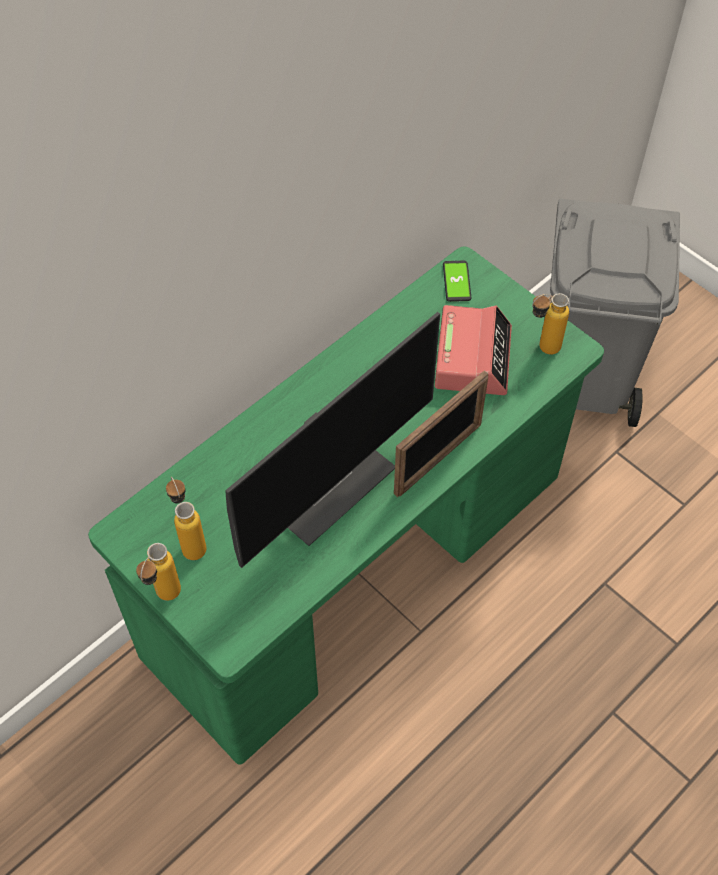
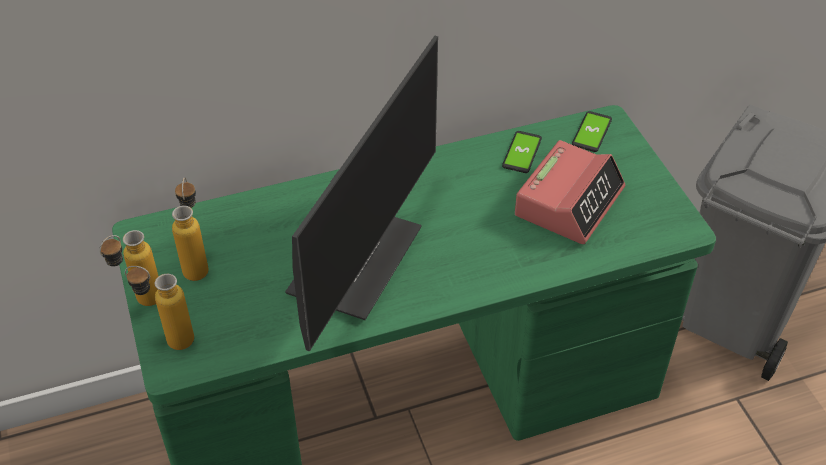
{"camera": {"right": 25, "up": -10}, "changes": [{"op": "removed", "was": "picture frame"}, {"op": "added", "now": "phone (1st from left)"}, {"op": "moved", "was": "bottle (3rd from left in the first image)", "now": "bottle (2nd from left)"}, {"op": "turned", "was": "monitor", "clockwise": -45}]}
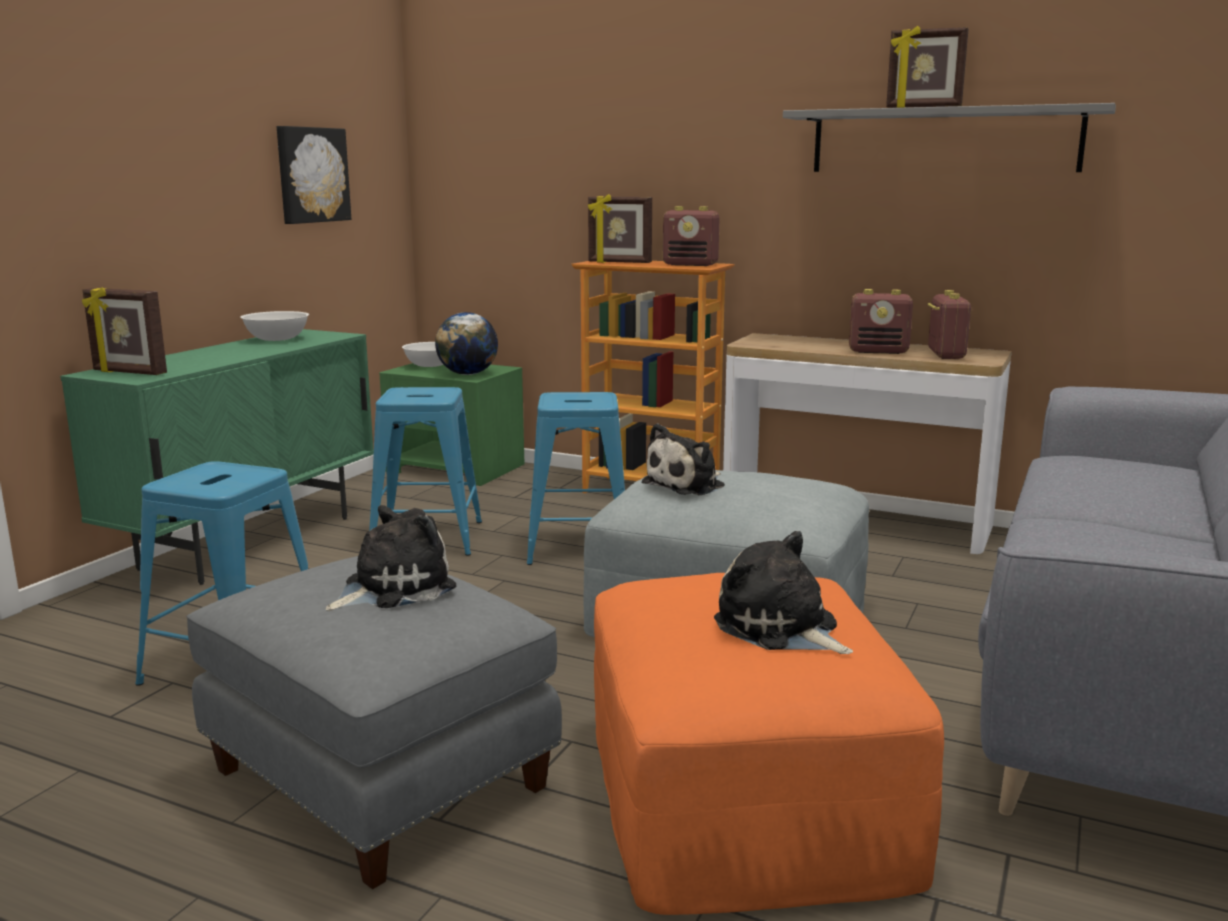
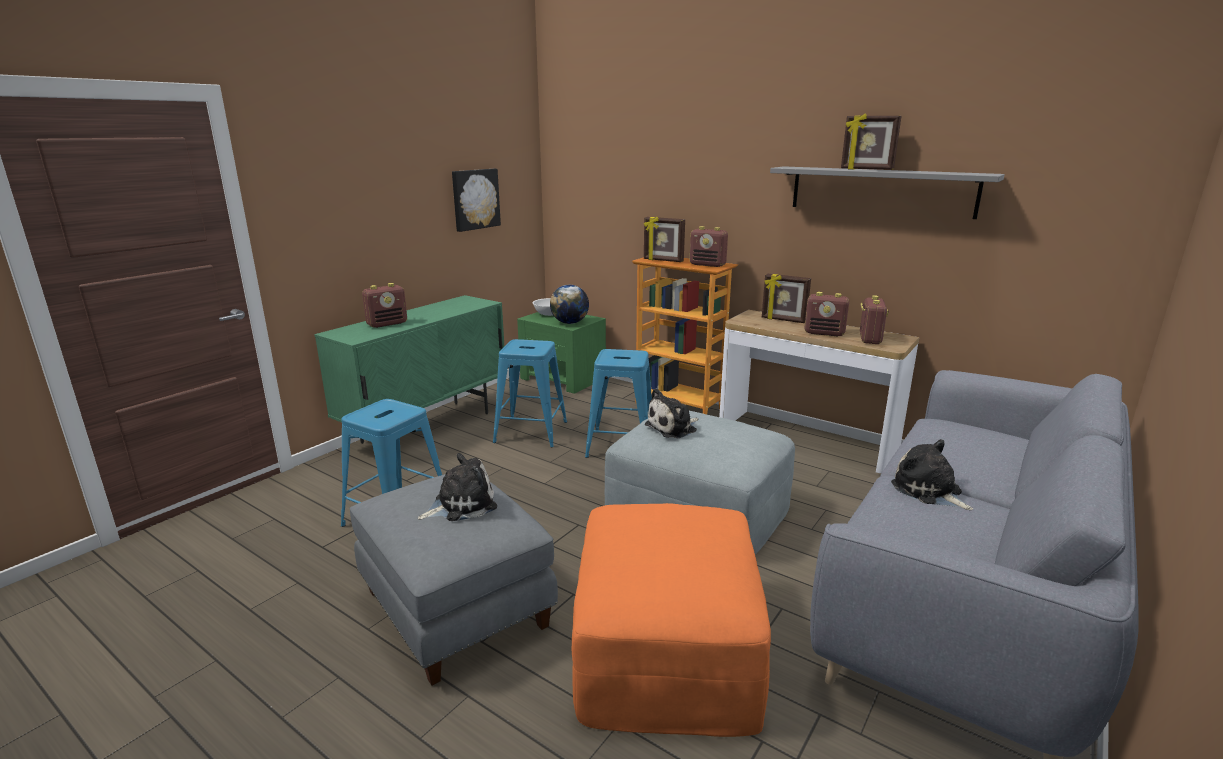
{"camera": {"right": 10, "up": 5}, "changes": [{"op": "removed", "was": "white bowl (1st from left)"}, {"op": "added", "now": "radio (1st from left)"}, {"op": "moved", "was": "picture frame (1st from left in the first image)", "now": "picture frame (2nd from left)"}, {"op": "moved", "was": "plush toy (3rd from left)"}]}
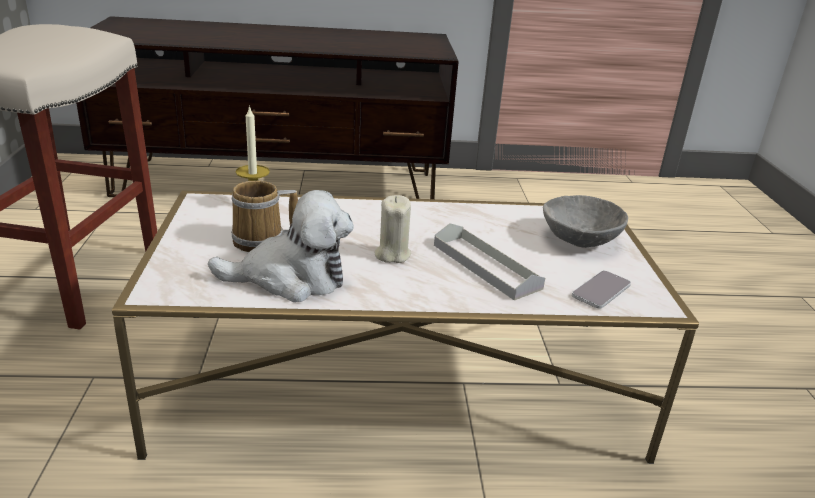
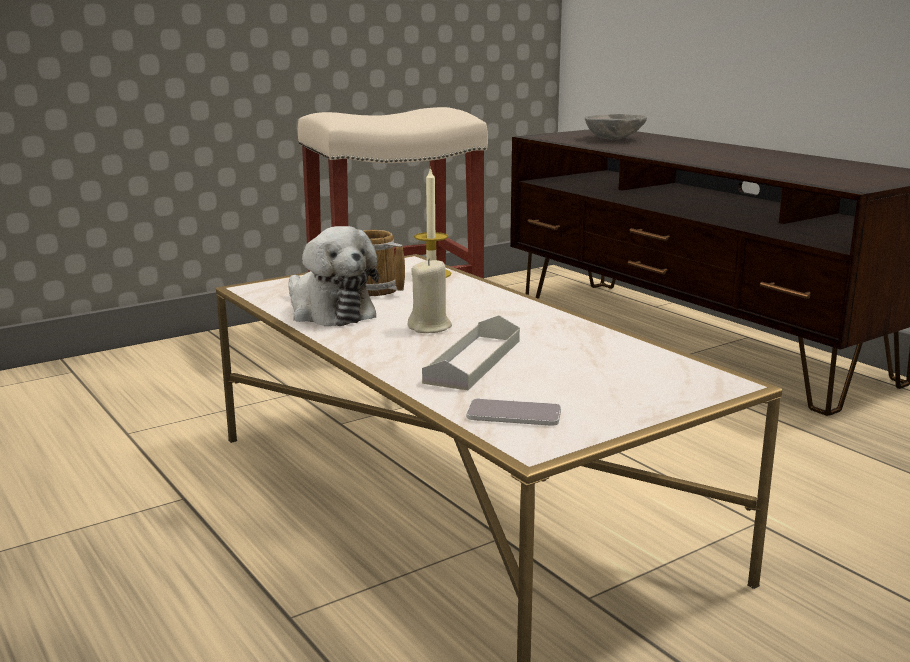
{"camera": {"right": 60, "up": -10}, "changes": [{"op": "moved", "was": "grey bowl"}]}
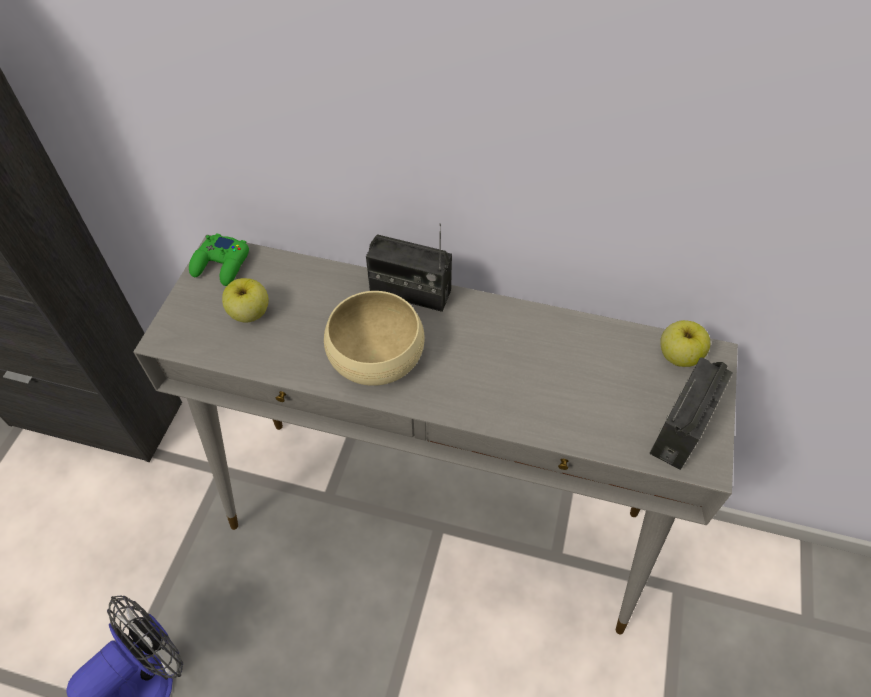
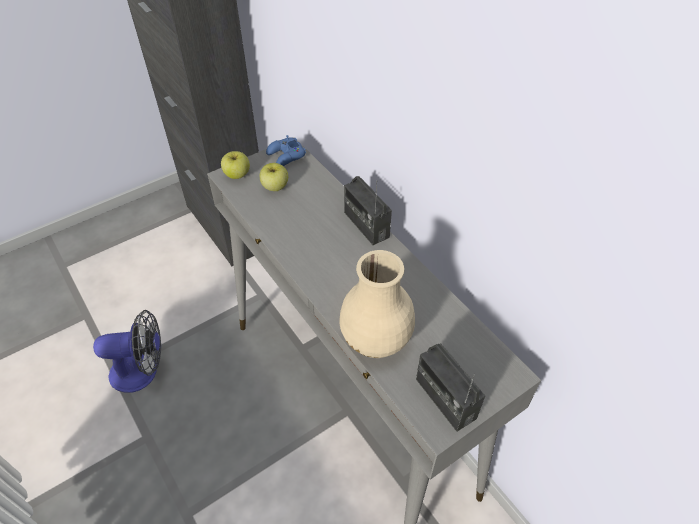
{"camera": {"right": 40, "up": -5}, "changes": [{"op": "removed", "was": "beige bowl"}, {"op": "added", "now": "beige vase"}, {"op": "moved", "was": "apple (2nd from left in the first image)", "now": "apple (1st from left)"}, {"op": "recoloured", "was": "green game controller", "now": "blue game controller"}, {"op": "turned", "was": "radio (2nd from left)", "clockwise": -105}]}
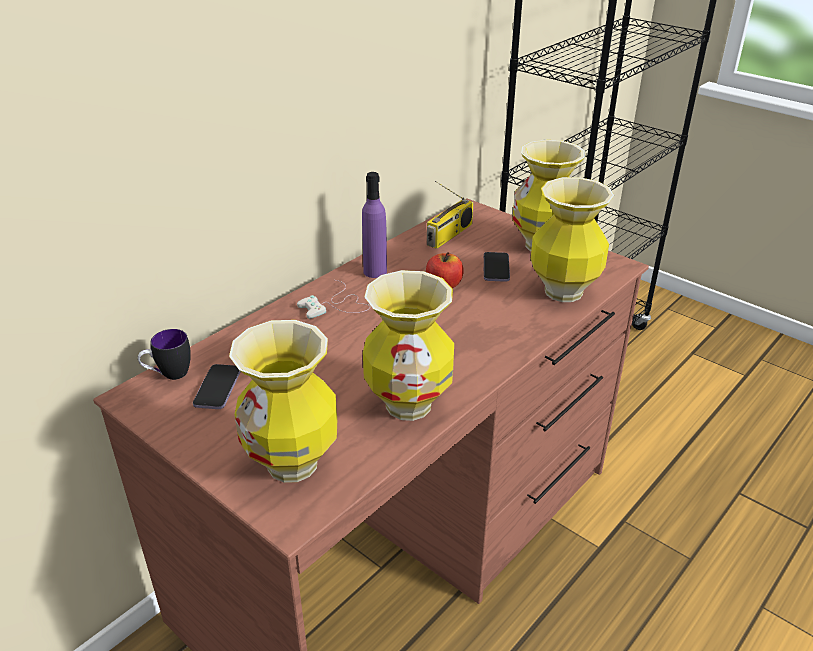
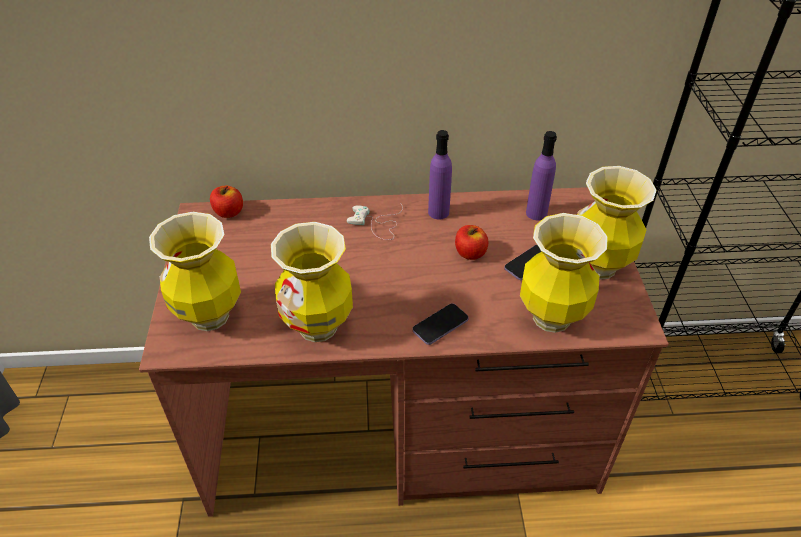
{"camera": {"right": 45, "up": 10}, "changes": [{"op": "moved", "was": "phone (1st from left)"}, {"op": "replaced", "was": "mug", "now": "apple (1st from left)"}, {"op": "replaced", "was": "radio", "now": "purple bottle (2nd from left)"}]}
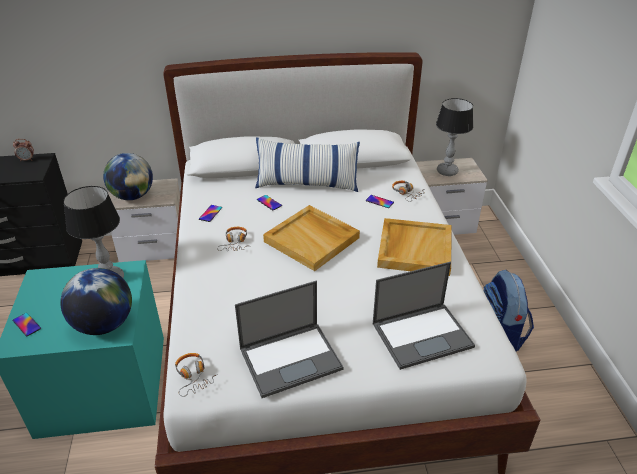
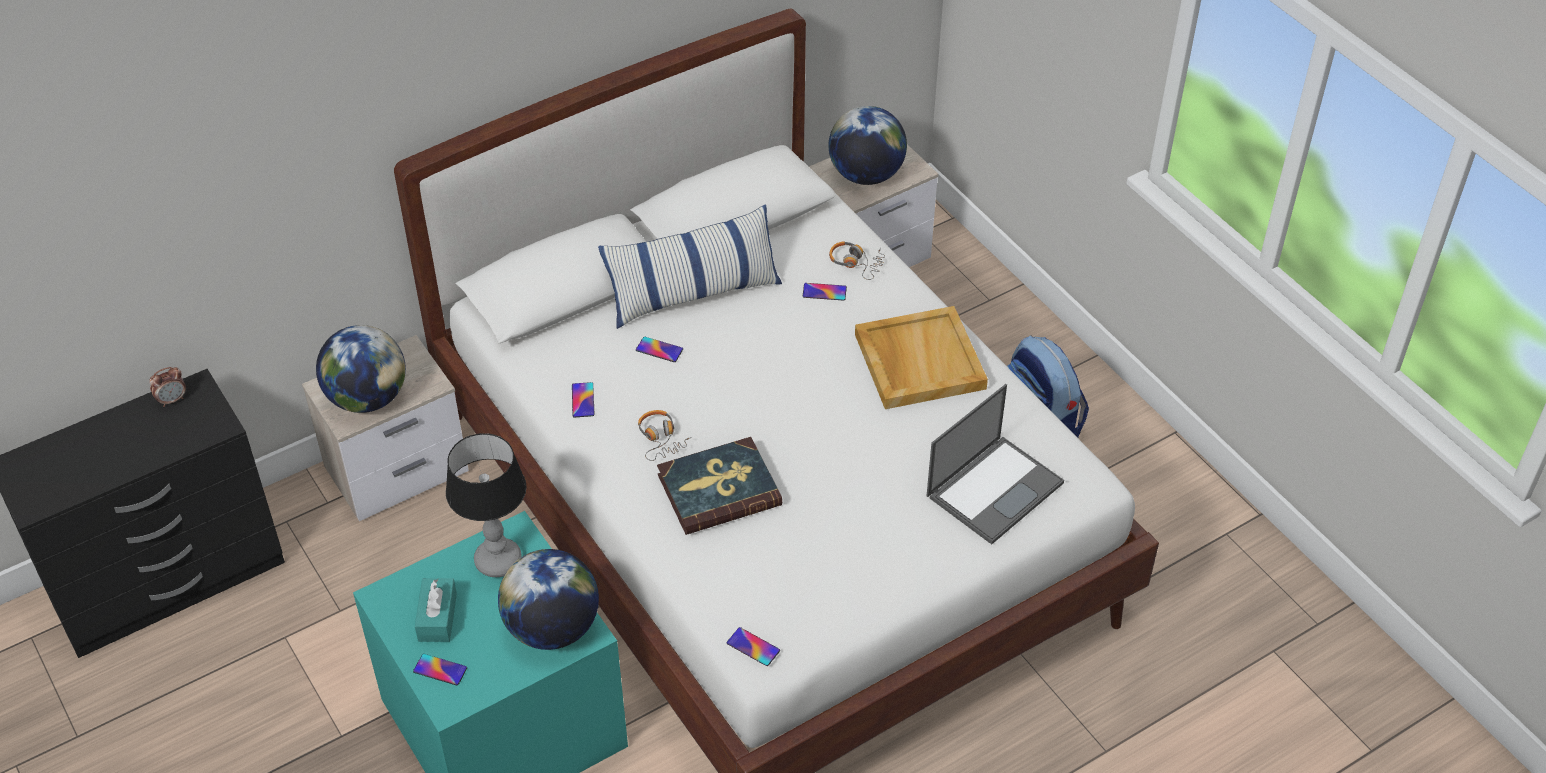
{"camera": {"right": -25, "up": 10}, "changes": [{"op": "removed", "was": "laptop (1st from left)"}, {"op": "removed", "was": "beige tray (1st from left)"}, {"op": "added", "now": "turquoise tissue box"}, {"op": "added", "now": "book"}, {"op": "replaced", "was": "headphones (1st from left)", "now": "phone (4th from left)"}, {"op": "replaced", "was": "table lamp (2nd from left)", "now": "globe (3rd from left)"}]}
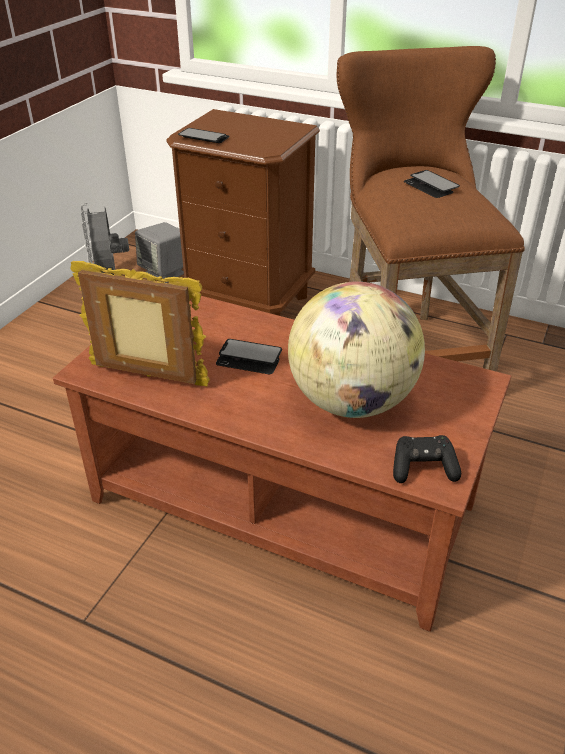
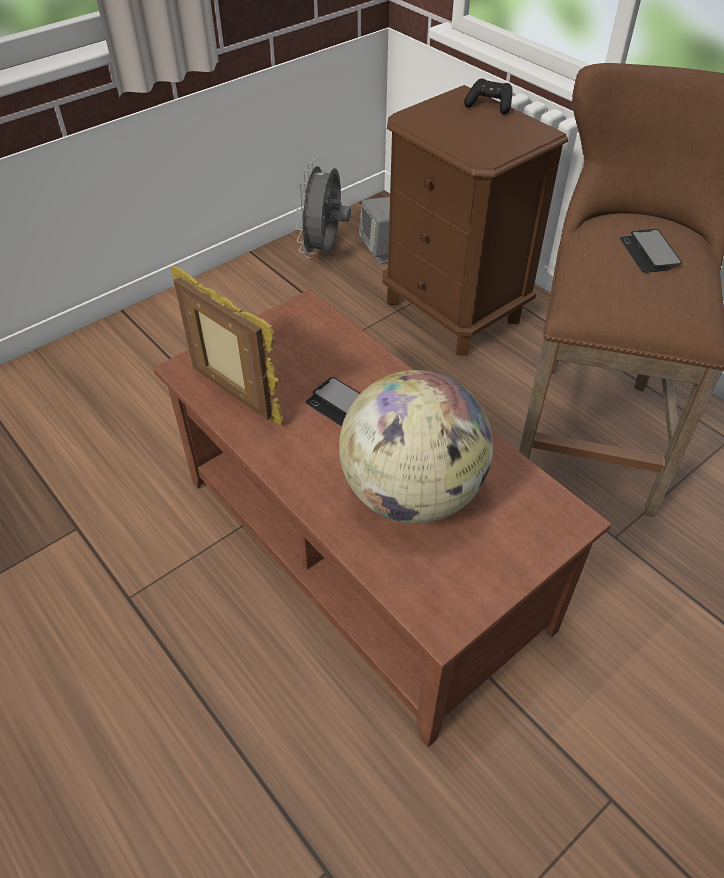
{"camera": {"right": 25, "up": 10}, "changes": [{"op": "removed", "was": "phone (1st from left)"}, {"op": "moved", "was": "black game controller"}]}
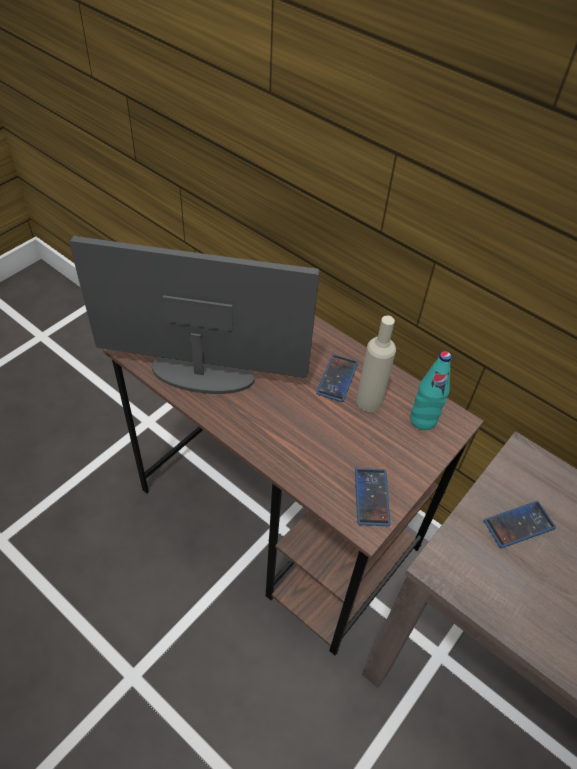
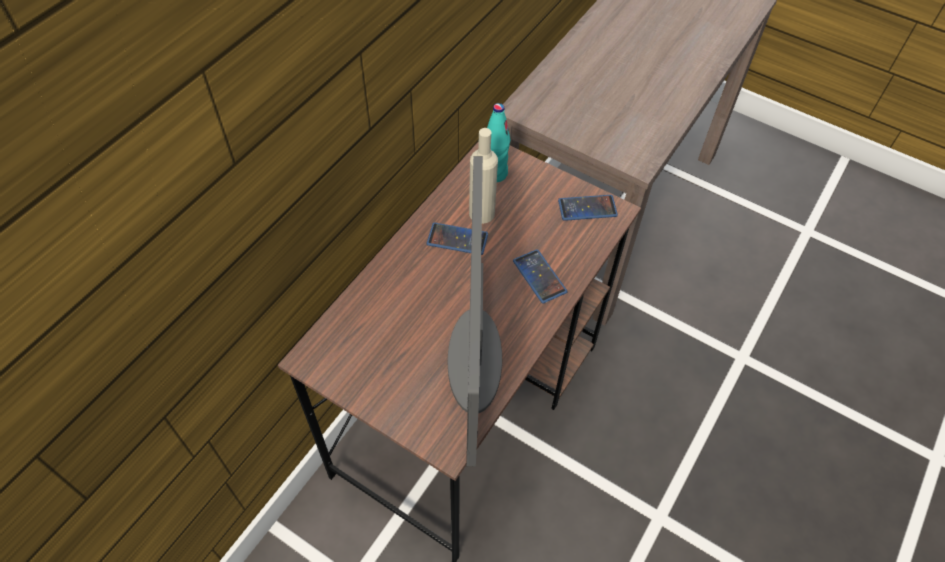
{"camera": {"right": -95, "up": 5}, "changes": [{"op": "moved", "was": "phone (3rd from left in the first image)", "now": "phone (2nd from left)"}]}
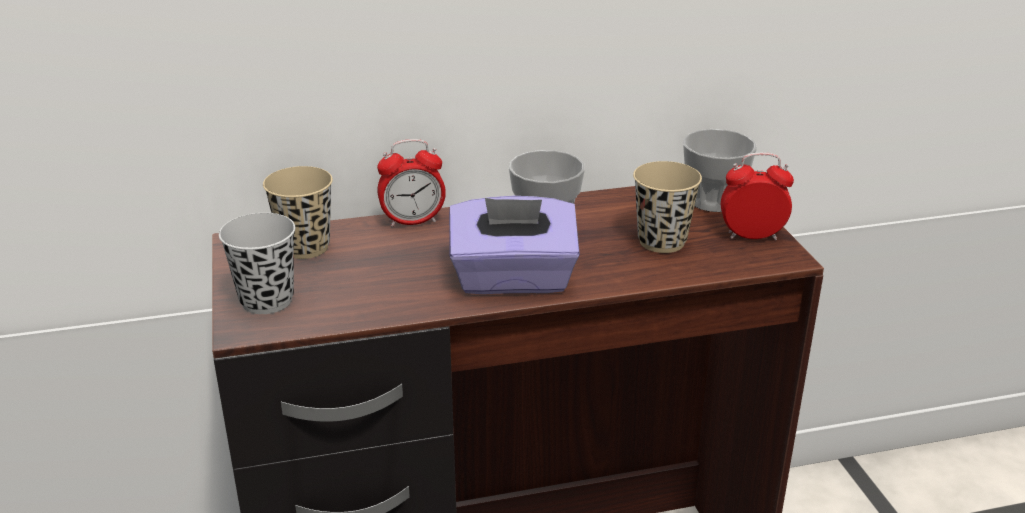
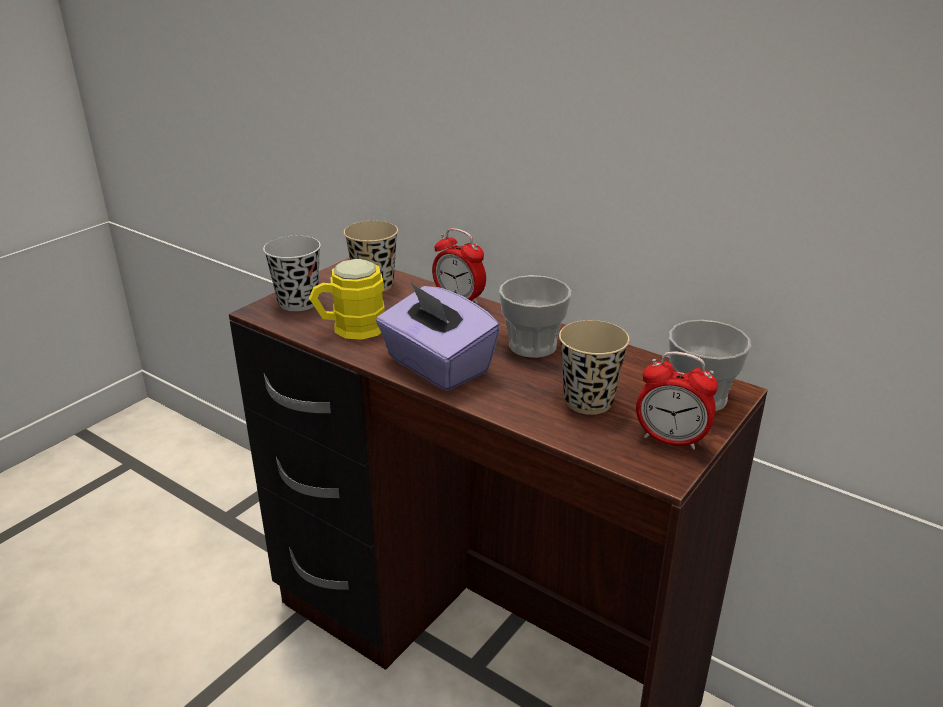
{"camera": {"right": 50, "up": 0}, "changes": [{"op": "added", "now": "yellow mug"}, {"op": "turned", "was": "alarm clock (2nd from left)", "clockwise": 150}]}
